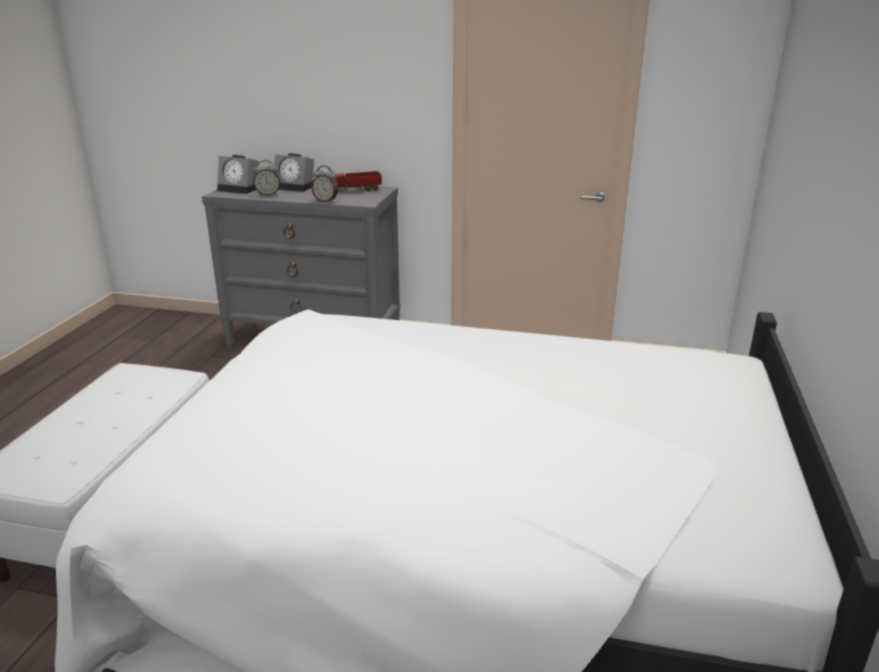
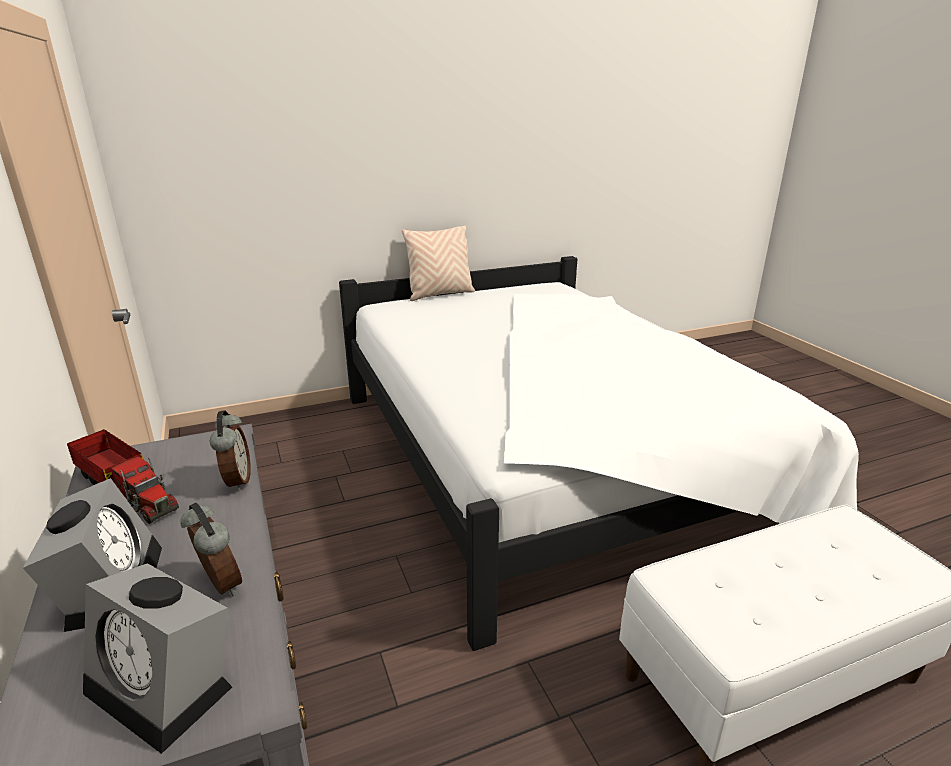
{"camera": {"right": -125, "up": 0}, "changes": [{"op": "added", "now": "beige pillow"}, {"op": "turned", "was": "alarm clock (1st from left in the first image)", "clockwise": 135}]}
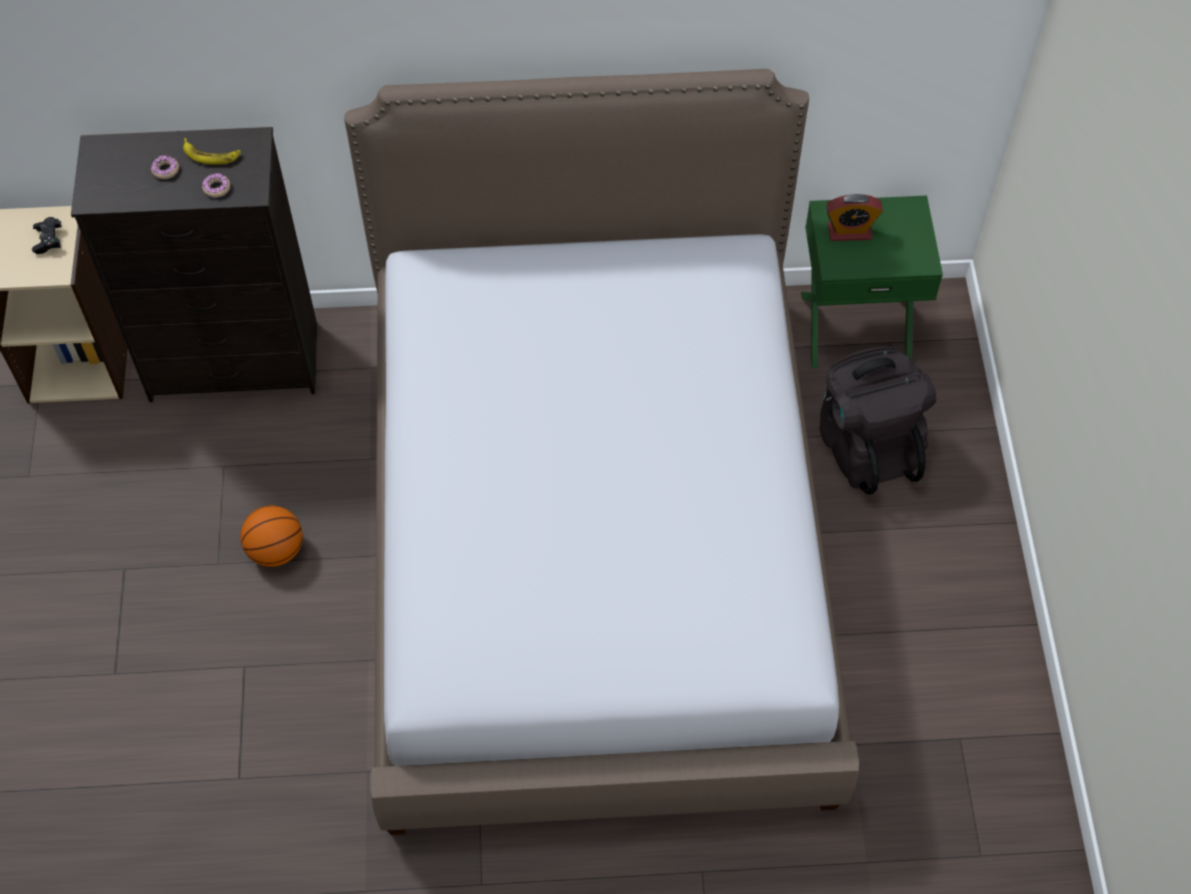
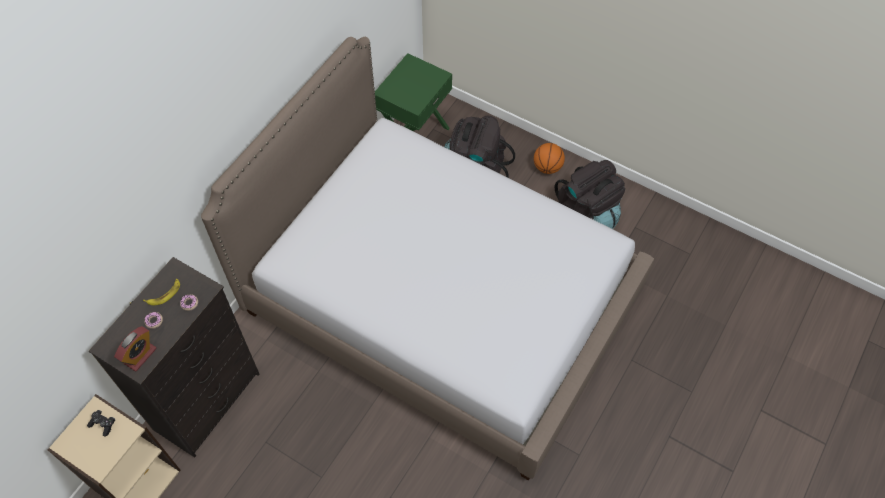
{"camera": {"right": -55, "up": 0}, "changes": [{"op": "added", "now": "black backpack (2nd from left)"}, {"op": "moved", "was": "basketball"}, {"op": "moved", "was": "alarm clock"}]}
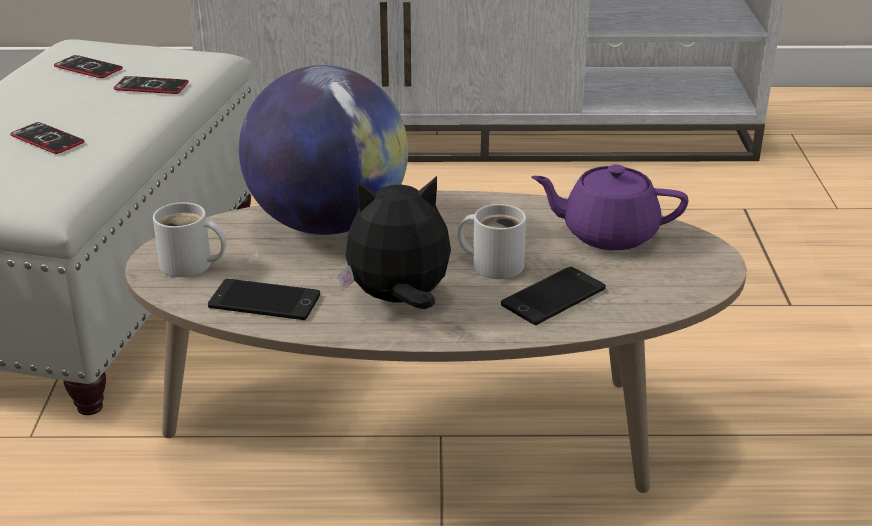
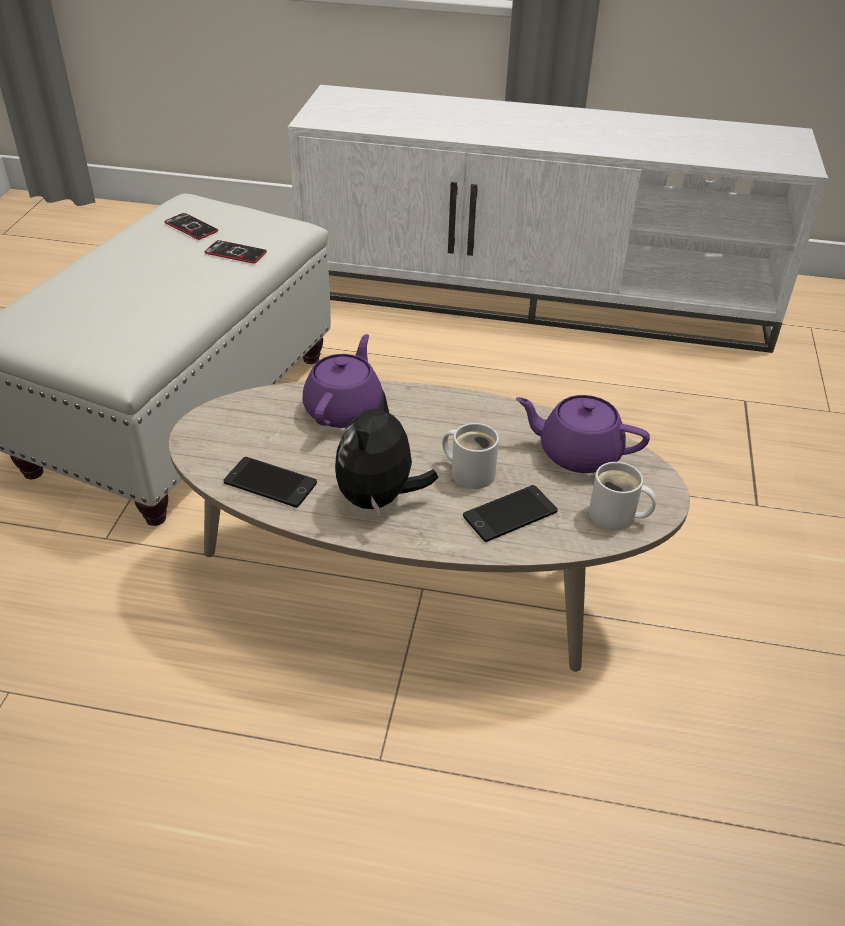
{"camera": {"right": 10, "up": 10}, "changes": [{"op": "removed", "was": "phone (1st from left)"}, {"op": "moved", "was": "white mug (1st from left in the first image)", "now": "white mug (2nd from left)"}, {"op": "replaced", "was": "globe", "now": "purple teapot (1st from left)"}, {"op": "turned", "was": "plush toy", "clockwise": -75}]}
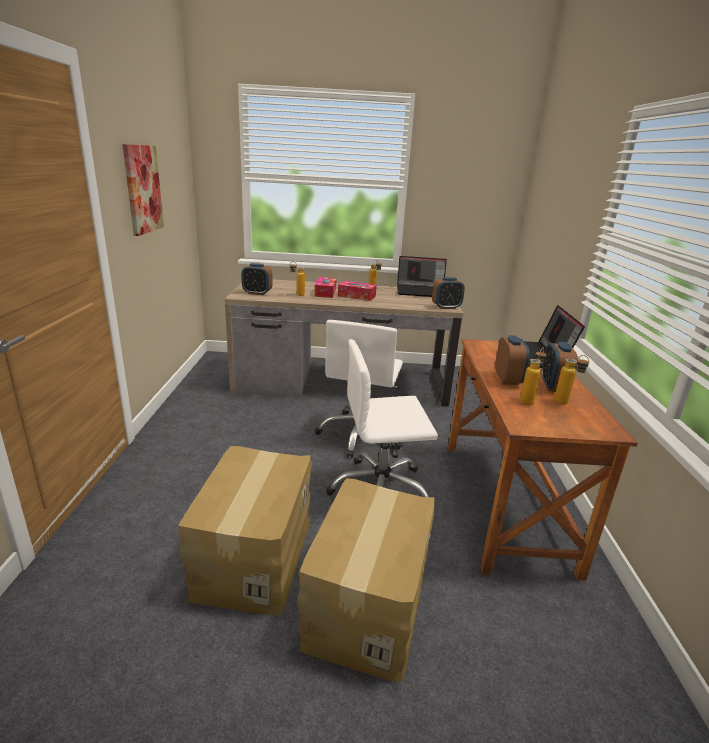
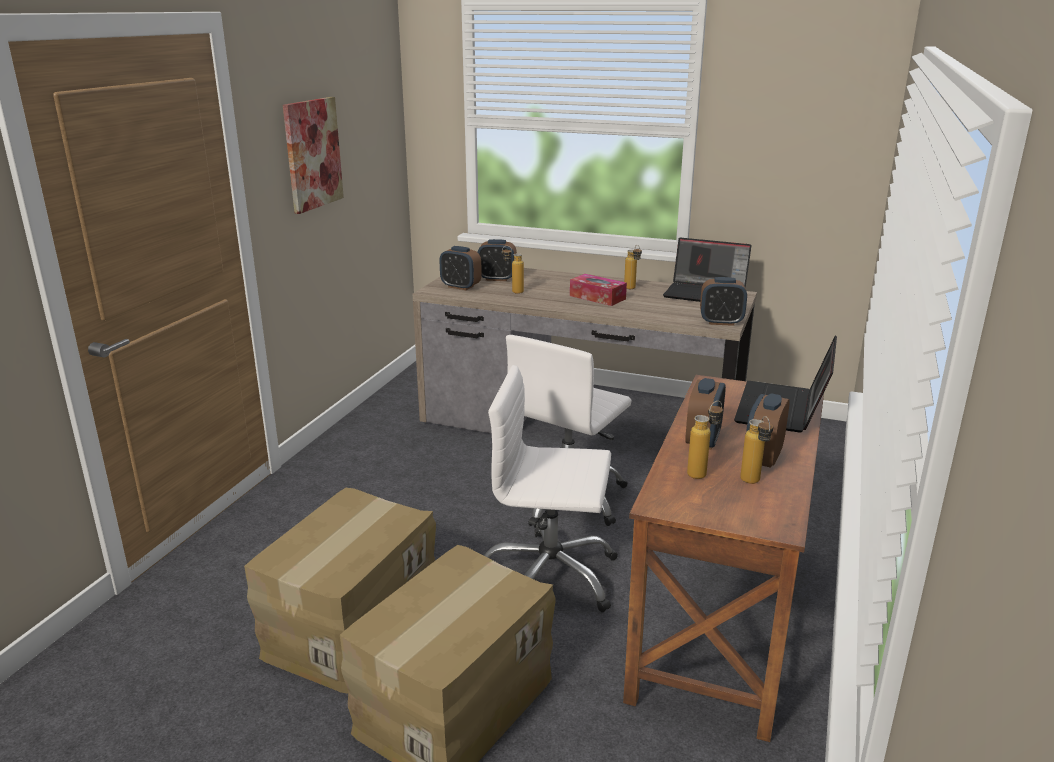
{"camera": {"right": 20, "up": 0}, "changes": [{"op": "removed", "was": "tissue box (1st from left)"}, {"op": "added", "now": "alarm clock (2nd from left)"}]}
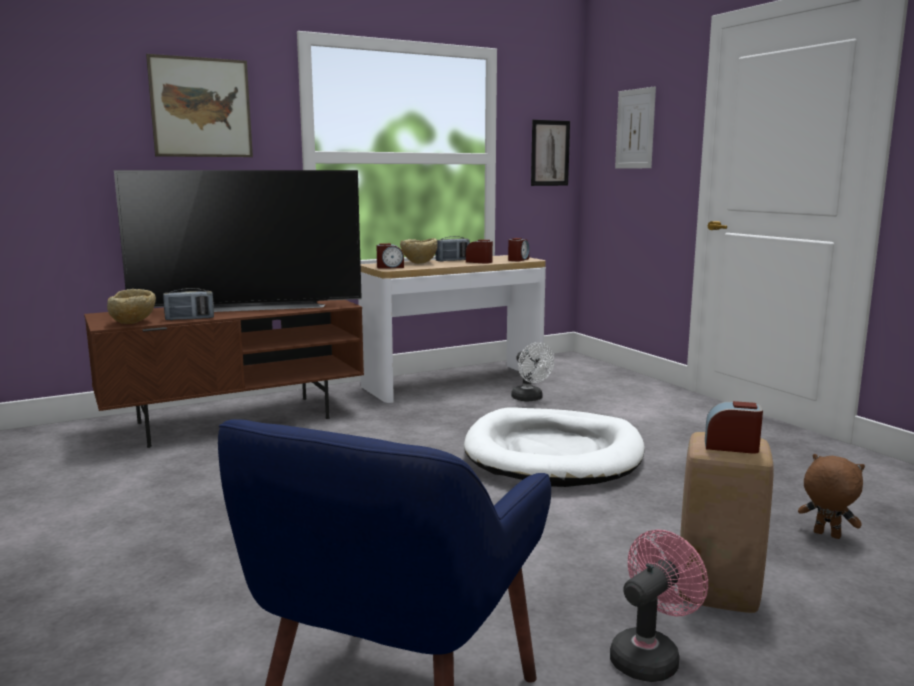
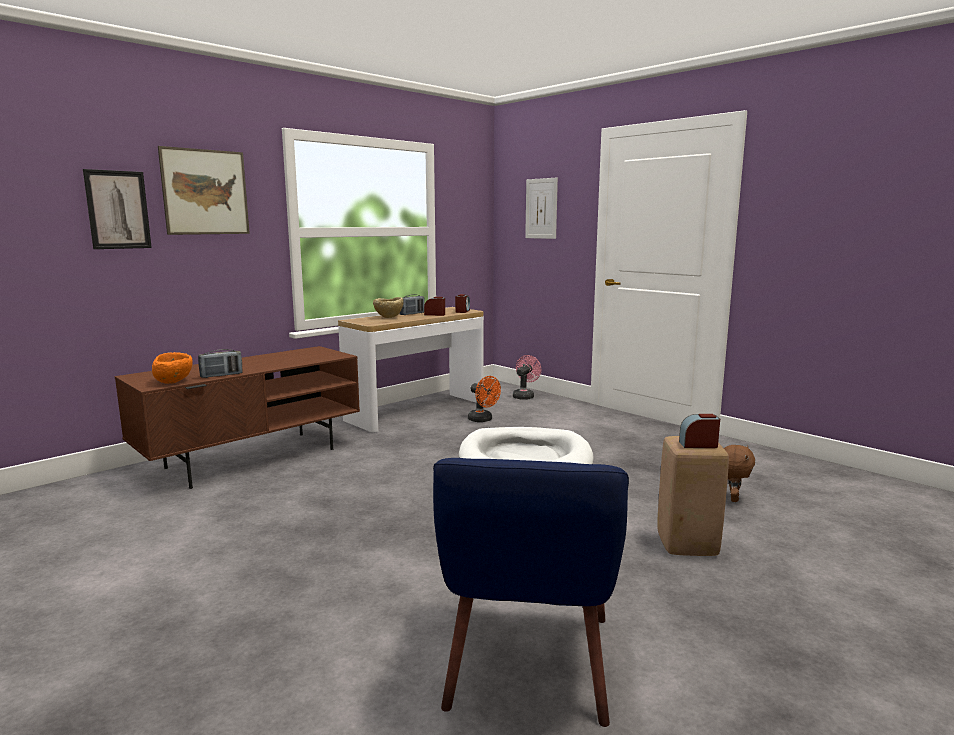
{"camera": {"right": -15, "up": 0}, "changes": [{"op": "removed", "was": "television"}, {"op": "removed", "was": "alarm clock (1st from left)"}, {"op": "moved", "was": "picture (2nd from left in the first image)", "now": "picture (1st from left)"}, {"op": "moved", "was": "pink fan"}, {"op": "recoloured", "was": "beige bowl (1st from left)", "now": "orange bowl"}, {"op": "recoloured", "was": "white fan", "now": "orange fan"}, {"op": "turned", "was": "brown plush toy", "clockwise": 90}]}
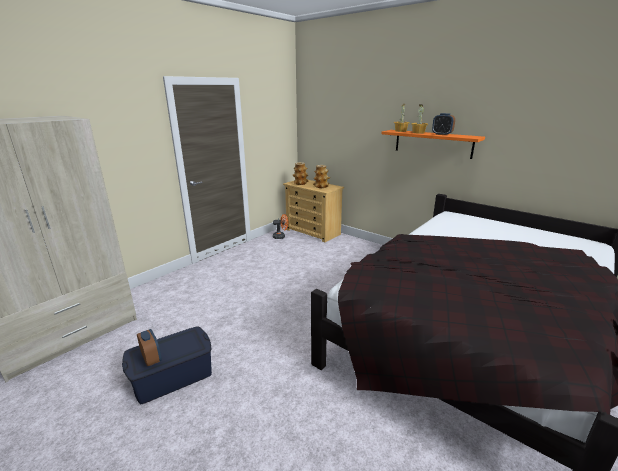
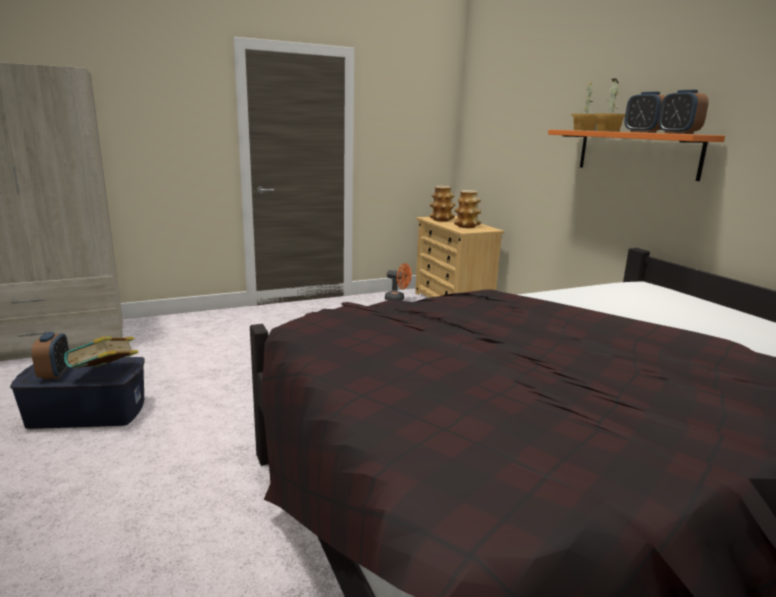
{"camera": {"right": 25, "up": -5}, "changes": [{"op": "added", "now": "book"}, {"op": "added", "now": "alarm clock (3rd from left)"}]}
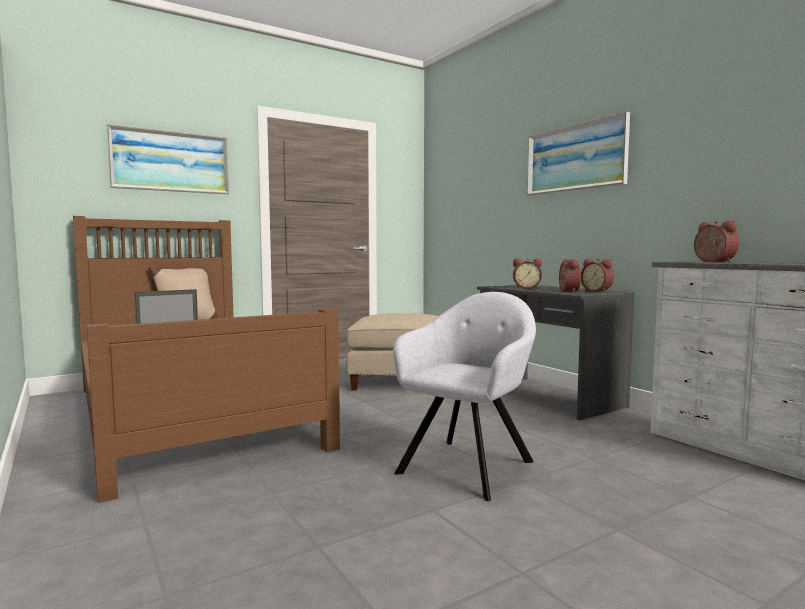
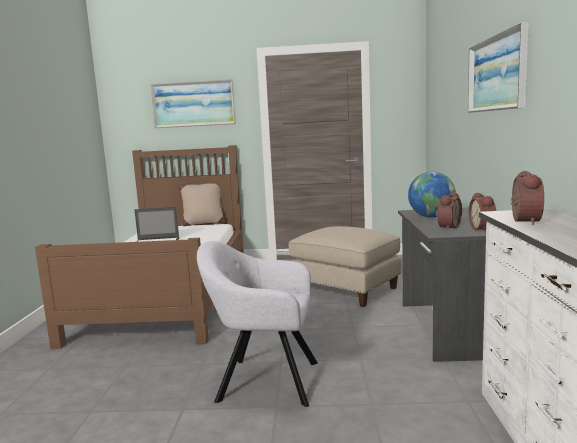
{"camera": {"right": 35, "up": 5}, "changes": [{"op": "replaced", "was": "alarm clock (1st from left)", "now": "globe"}, {"op": "turned", "was": "grey armchair", "clockwise": -150}]}
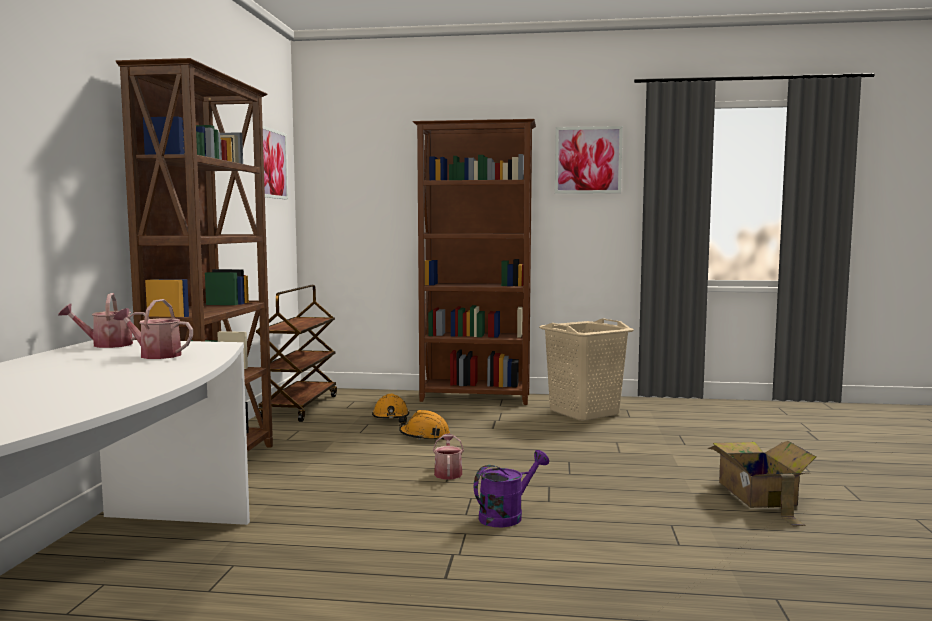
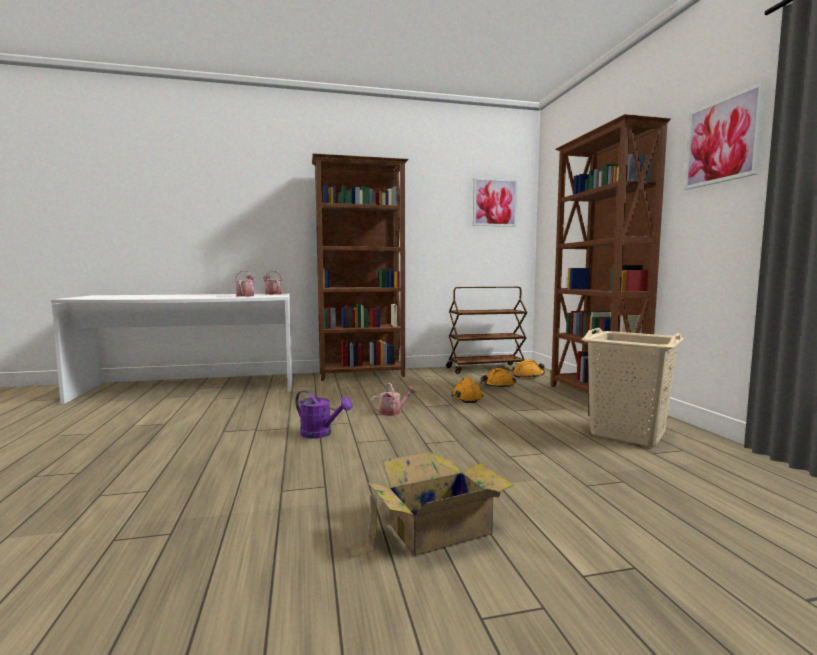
{"camera": {"right": 70, "up": 0}, "changes": [{"op": "added", "now": "orange hard hat (3rd from left)"}]}
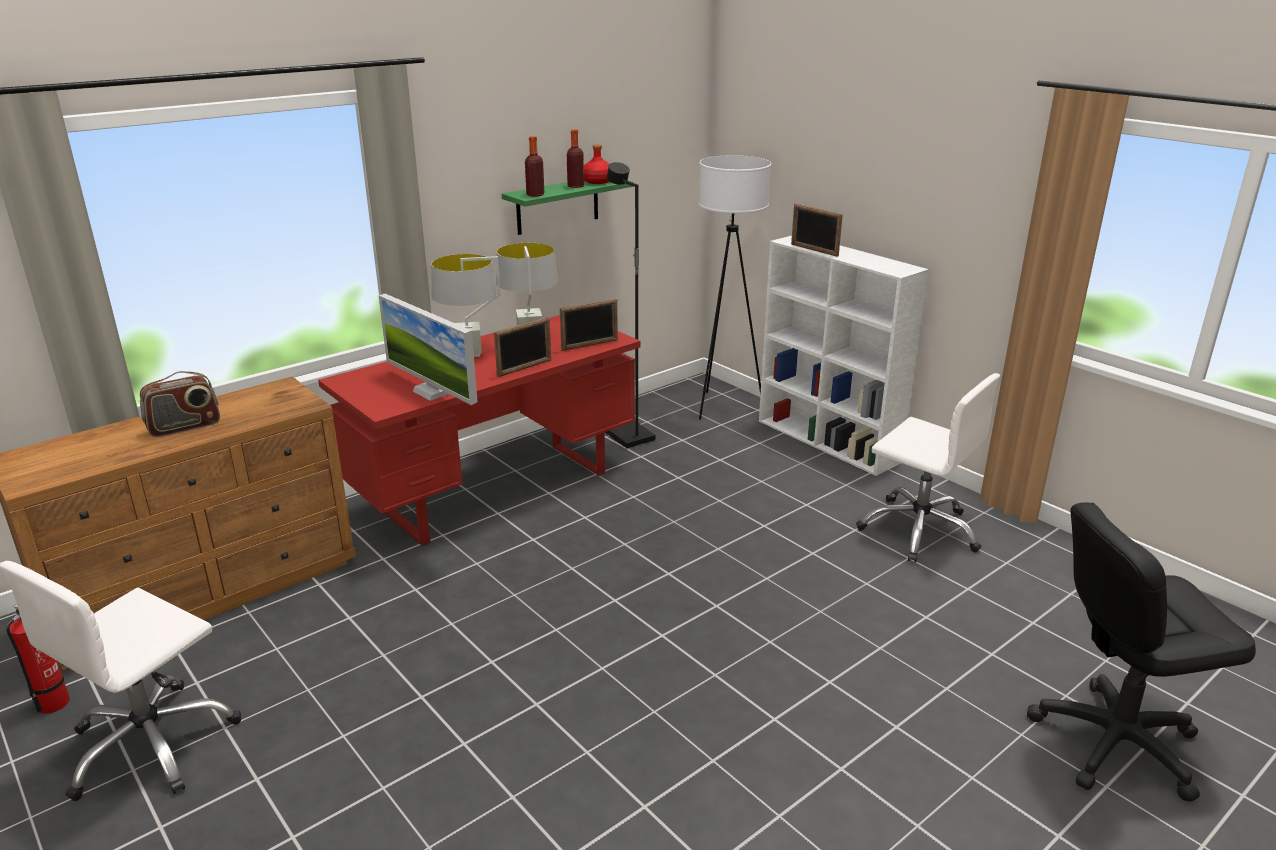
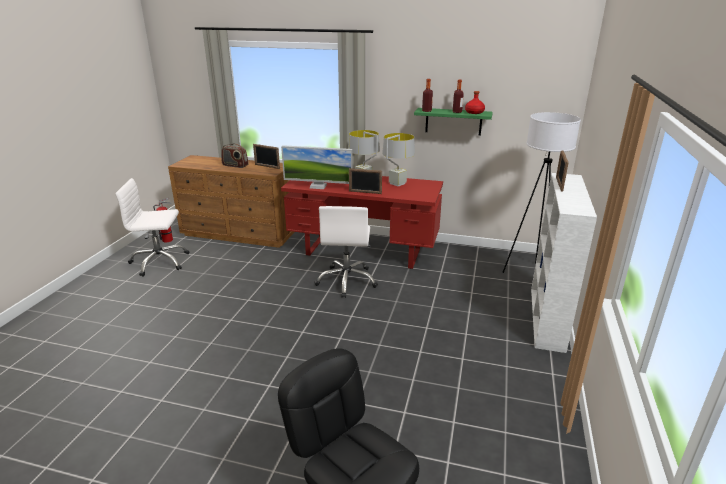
{"camera": {"right": 55, "up": 0}, "changes": [{"op": "removed", "was": "black floor lamp"}, {"op": "moved", "was": "picture frame (2nd from left in the first image)", "now": "picture frame (1st from left)"}, {"op": "moved", "was": "white office chair (2nd from left)"}, {"op": "turned", "was": "monitor", "clockwise": -90}]}
